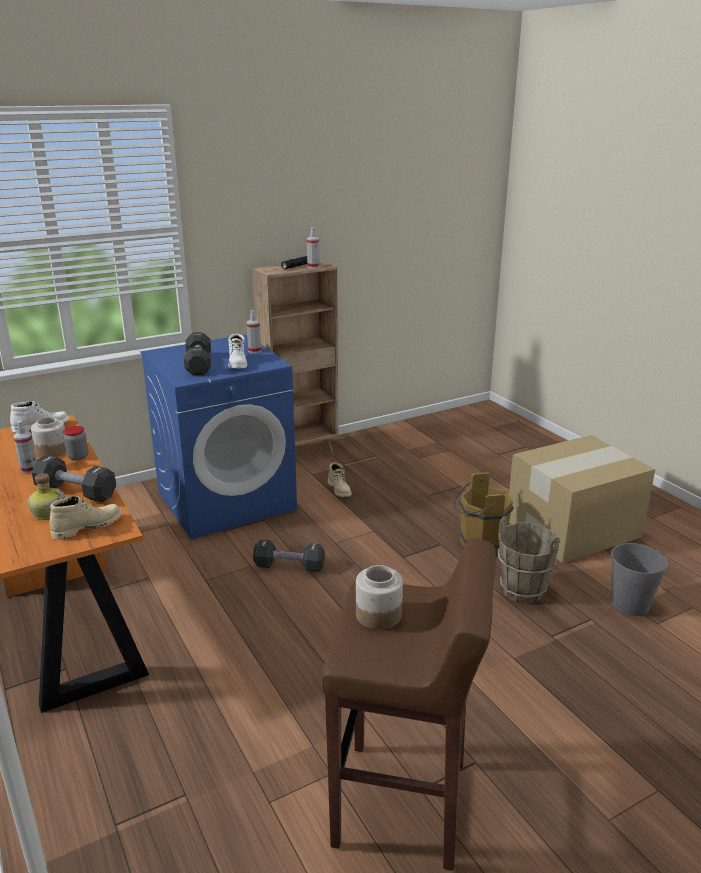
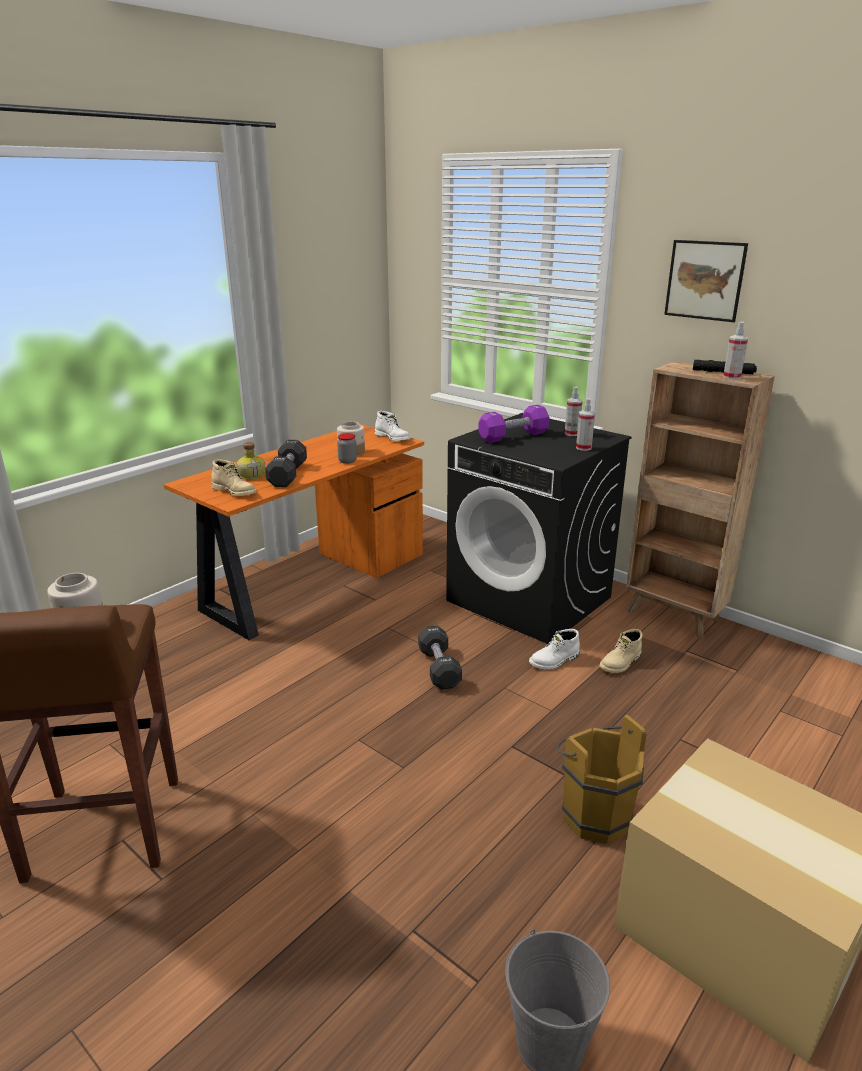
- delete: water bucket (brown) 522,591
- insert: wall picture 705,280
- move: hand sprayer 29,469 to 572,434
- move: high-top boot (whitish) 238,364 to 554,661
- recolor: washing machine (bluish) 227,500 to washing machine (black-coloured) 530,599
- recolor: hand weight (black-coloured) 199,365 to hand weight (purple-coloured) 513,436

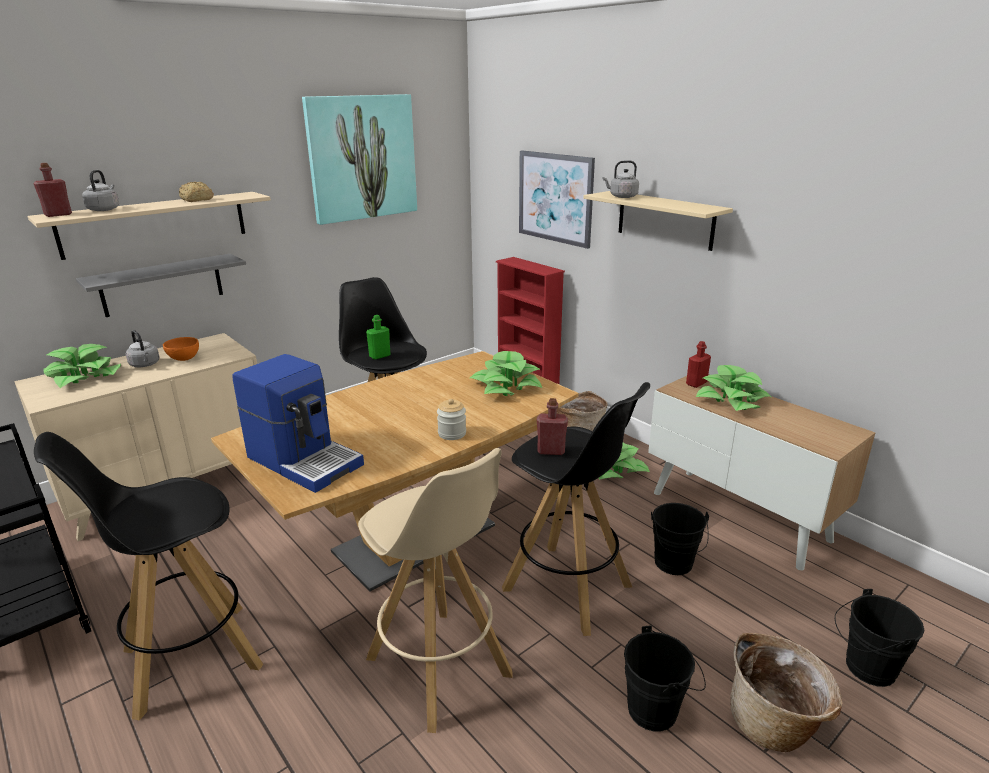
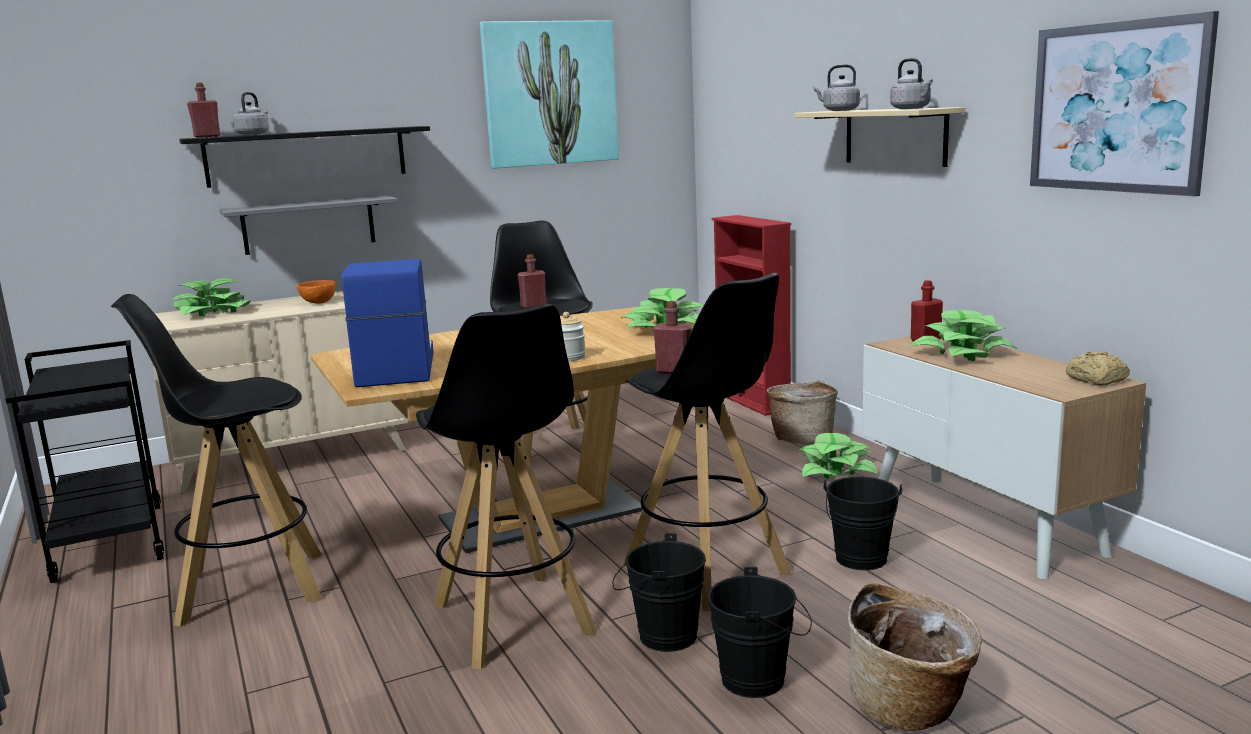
- move: tea kettle (gray) 145,365 to 911,108
- move: bread 196,200 to 1097,380
- move: wall picture 555,198 to 1117,107
- move: water bucket (black-coloured) 865,668 to 661,636
- recolor: bracket shelf (beige-coloured) 155,224 to bracket shelf (black-coloured) 307,156
- recolor: stool (beige-coloured) 439,667 to stool (black-coloured) 513,620
- recolor: beverage bottle (greenish) 379,356 to beverage bottle (red-coloured) 533,306
- rotate: coffee maker 305,460 = 394,369 150 degrees counterclockwise

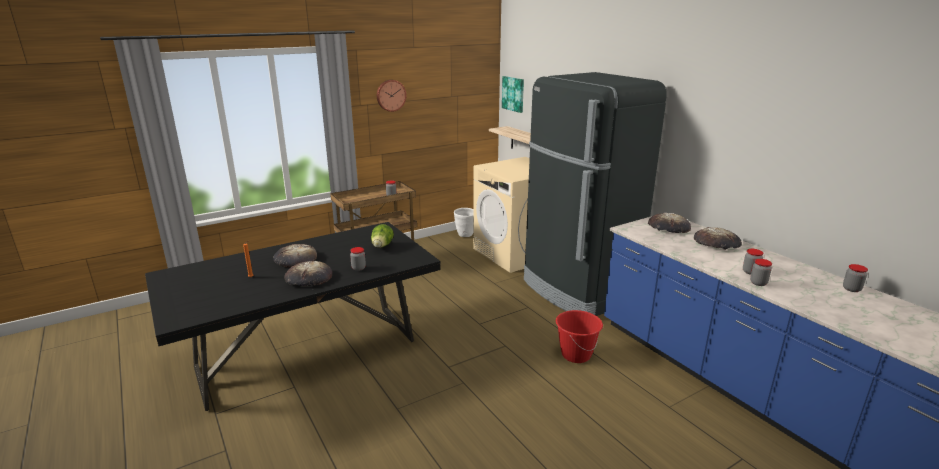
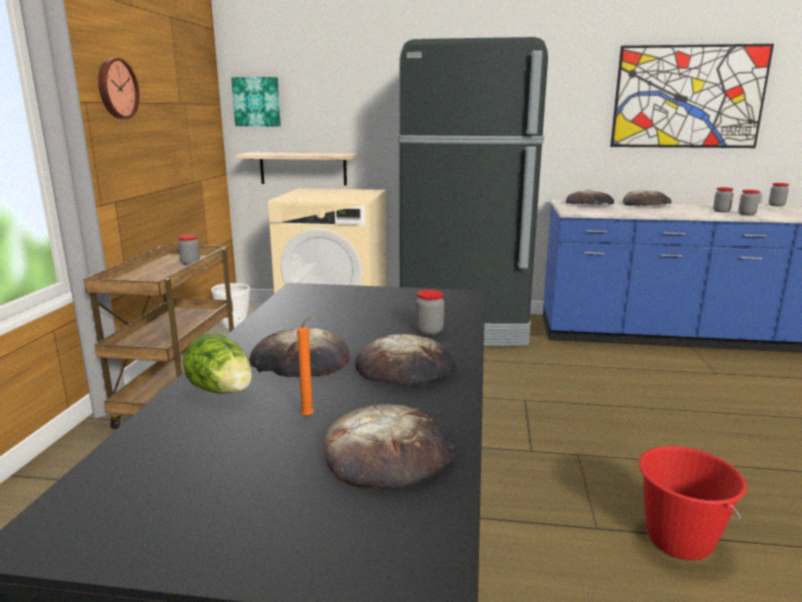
- insert: bread 389,453
- insert: wall picture 688,97
- move: lettuce 382,246 to 223,391
- move: water bucket (red-coloured) 576,355 to 678,540

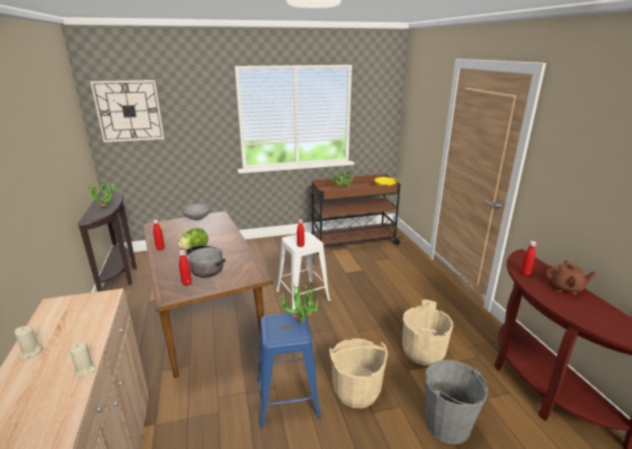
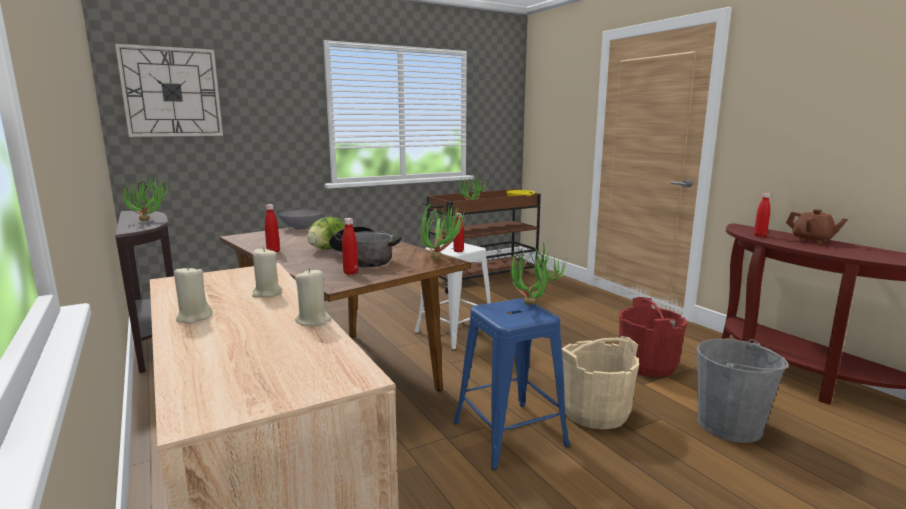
- insert: candle (beige-coloured) 267,293
- insert: potted plant 440,258
- recolor: water bucket (beige-coloured) 423,351 to water bucket (red-coloured) 647,365
- rotate: tea pot (brown) 565,288 = 812,241 45 degrees clockwise

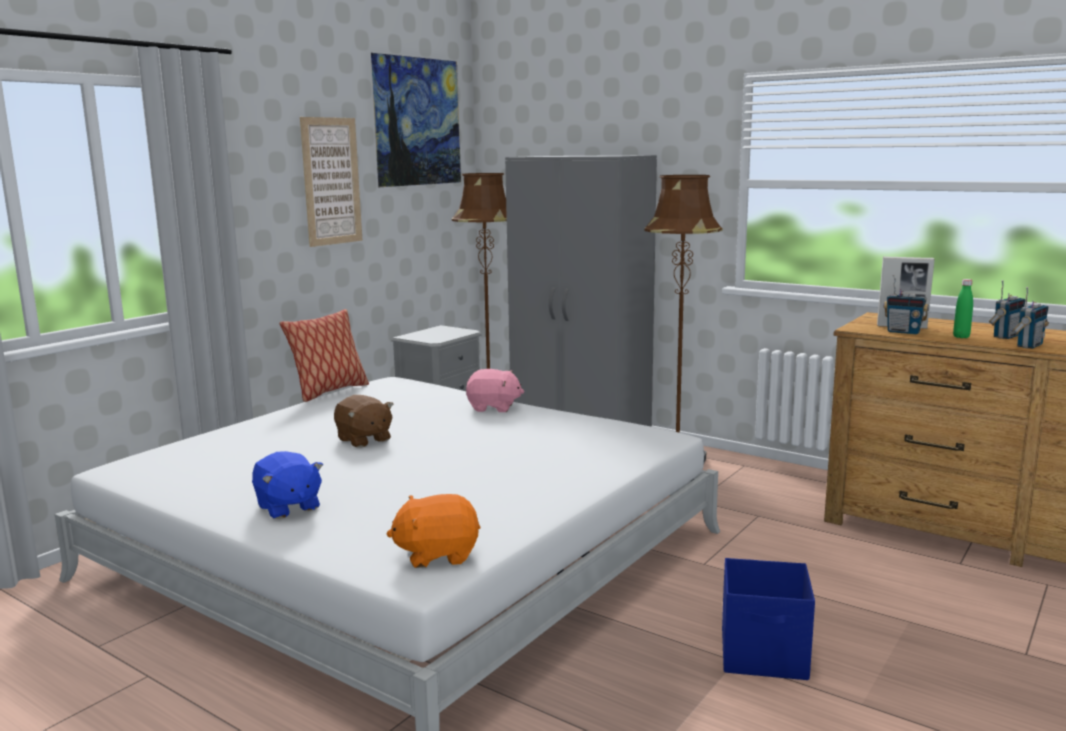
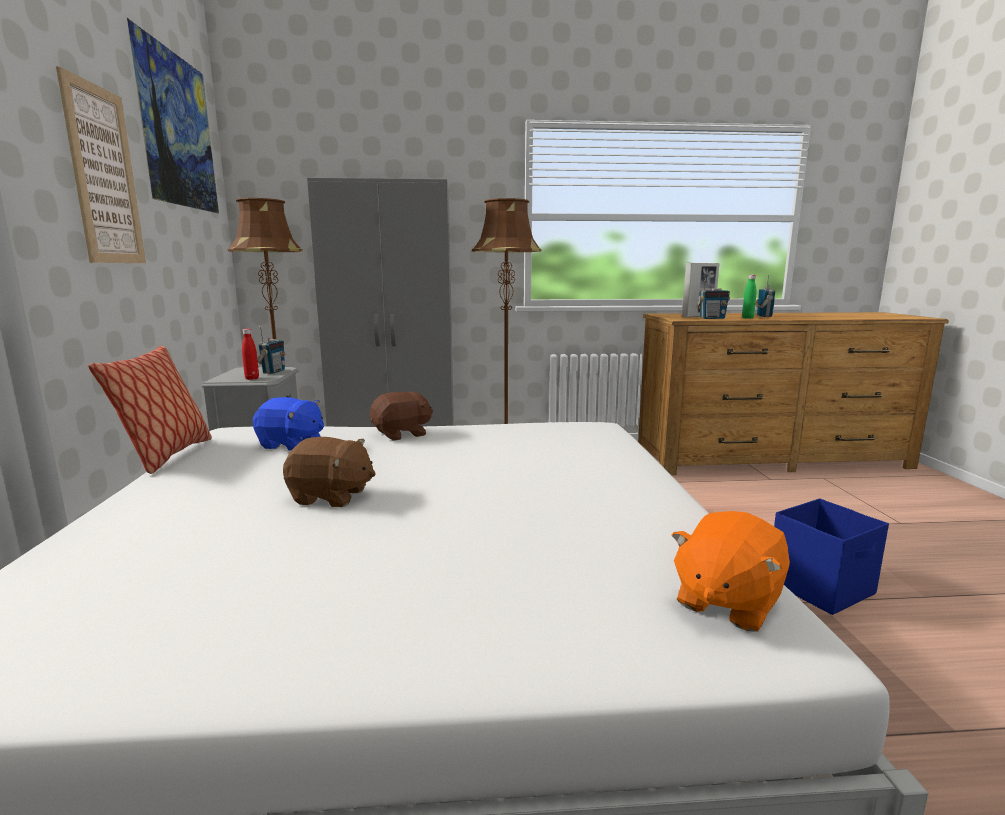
- insert: beverage bottle (red-coloured) 252,378
- move: cuddly toy (bluish) 288,507 to 291,444
- move: radio set 1028,345 to 273,372
- recolor: cuddly toy (pinkish) 493,408 to cuddly toy (brown) 402,434

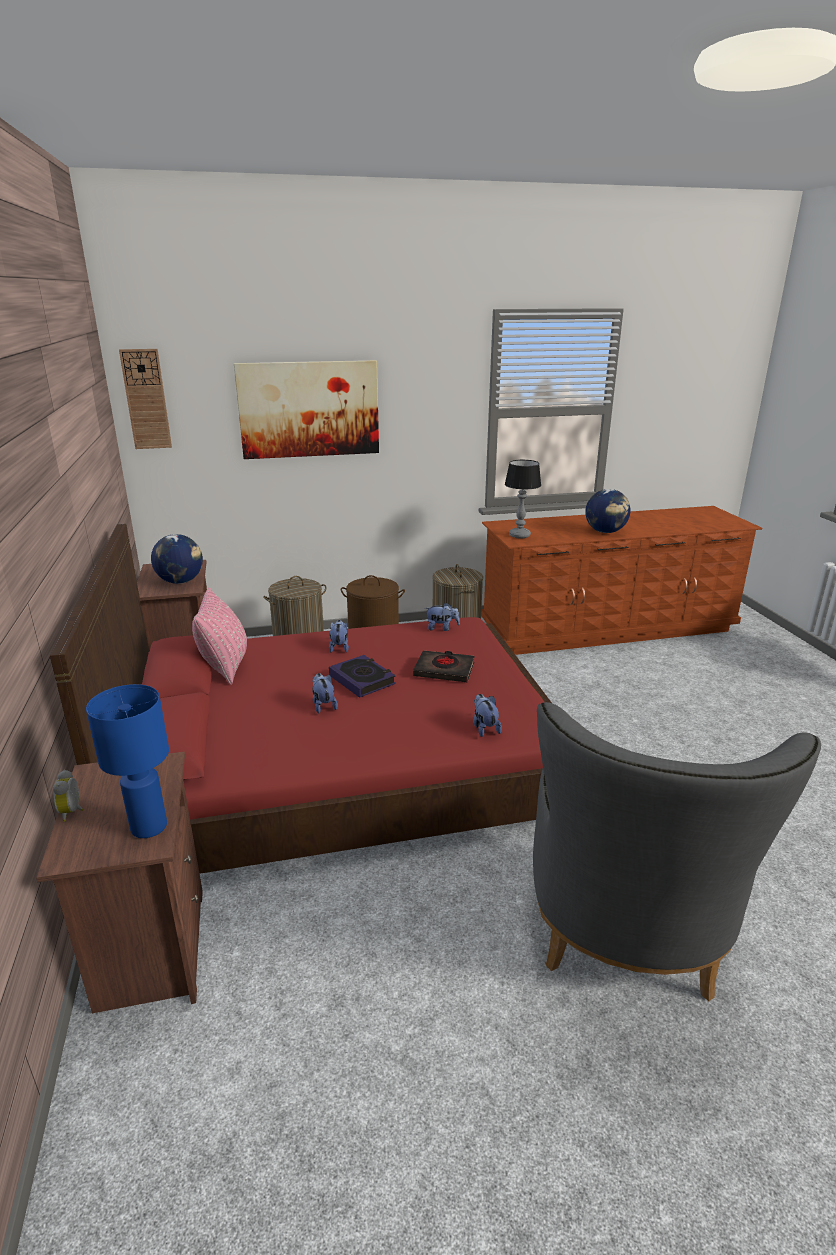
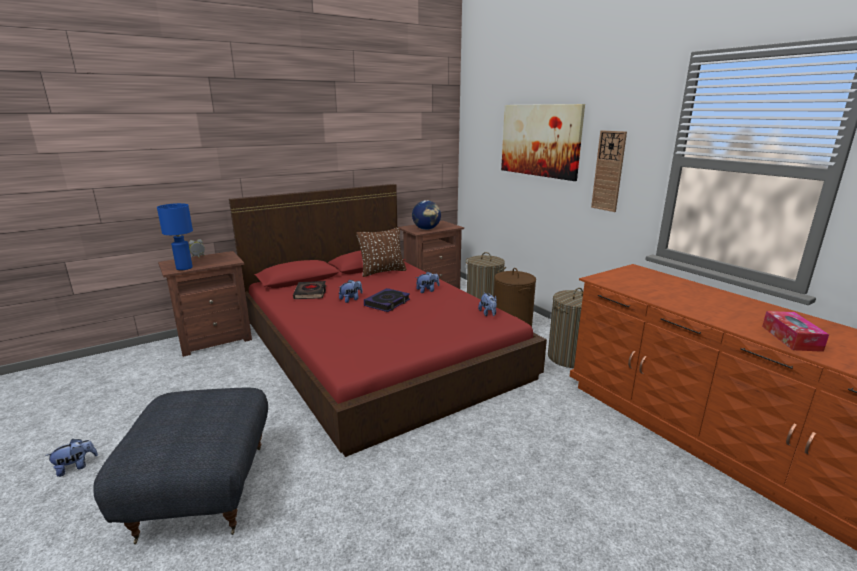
- delete: lamp for a table 520,535
- delete: desk globe 605,532
- insert: tissue box 791,338
- move: hanging clock 146,399 to 608,171
- move: bound book (black-coloured) 444,670 to 310,293
- move: cuddly toy 484,728 to 76,467
- replace: lounge chair (gray) 625,943 to pouffe (gray) 202,490
- recolor: cushion (pinkish) 225,666 to cushion (brown) 382,272

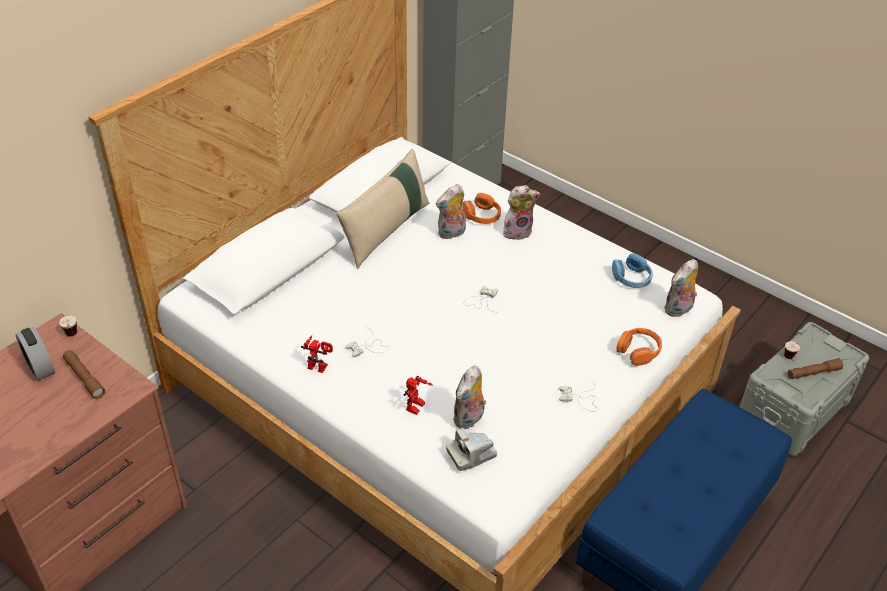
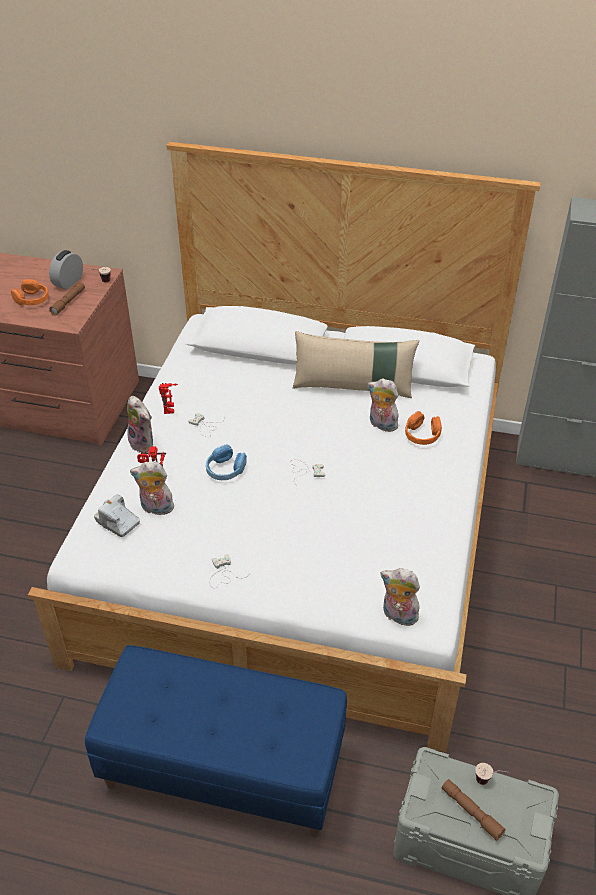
- move: cuddly toy 517,231 to 144,443
- move: pair of headphones (bluish) 631,278 to 225,470
- move: pair of headphones (orange-coloured) 638,351 to 32,300

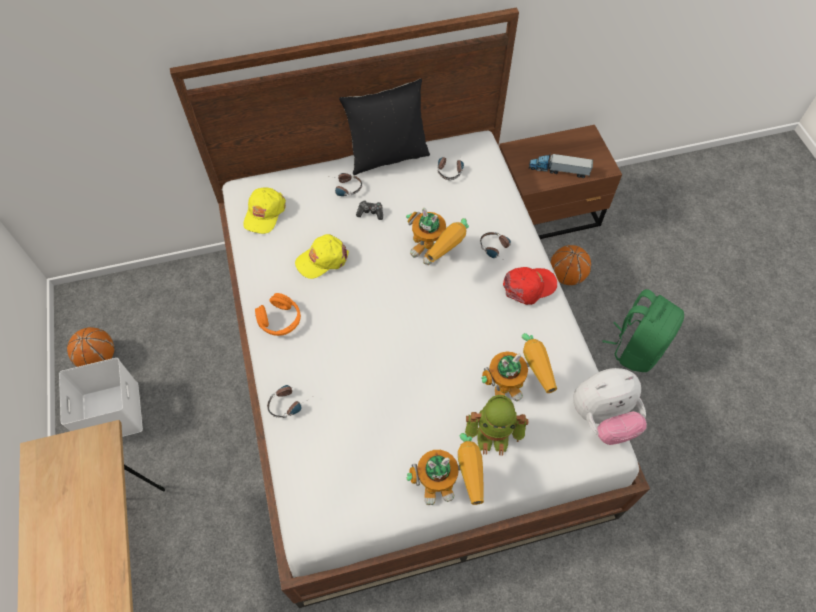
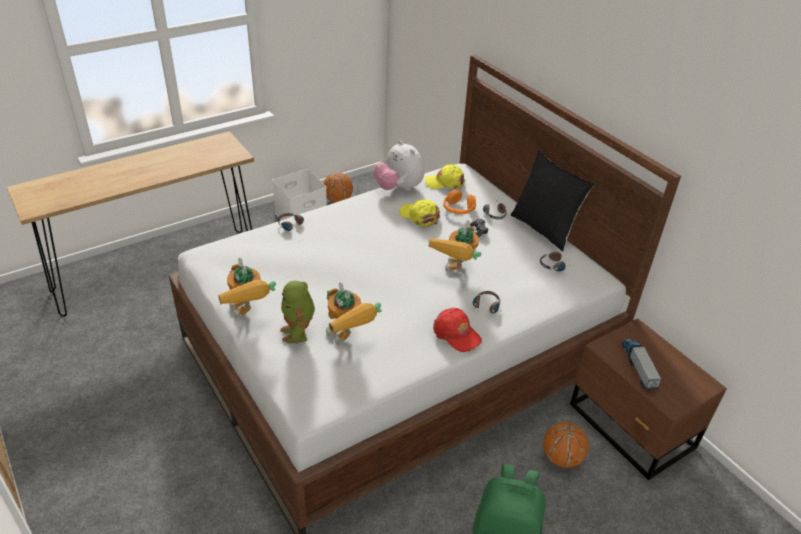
- move: pair of headphones (orange-coloured) 280,320 to 458,209
- move: cuddly toy 602,417 to 398,188

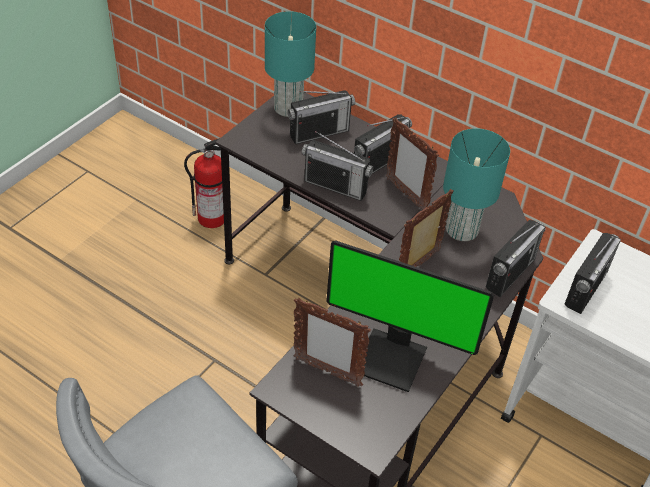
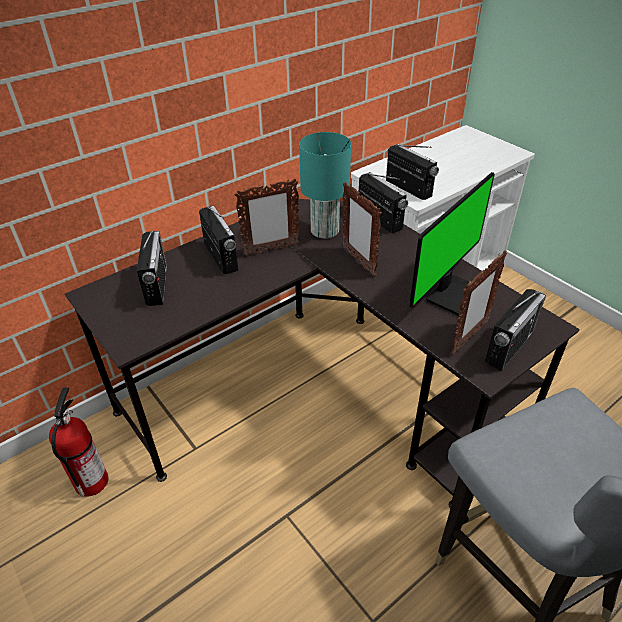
- delete: lamp for a table (turquoise) 289,107
- move: radio set 335,186 to 509,347

